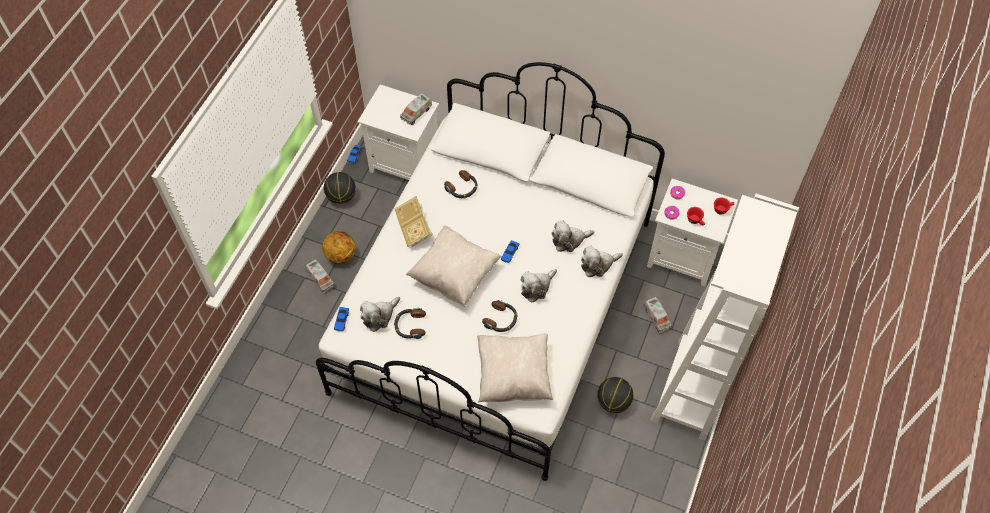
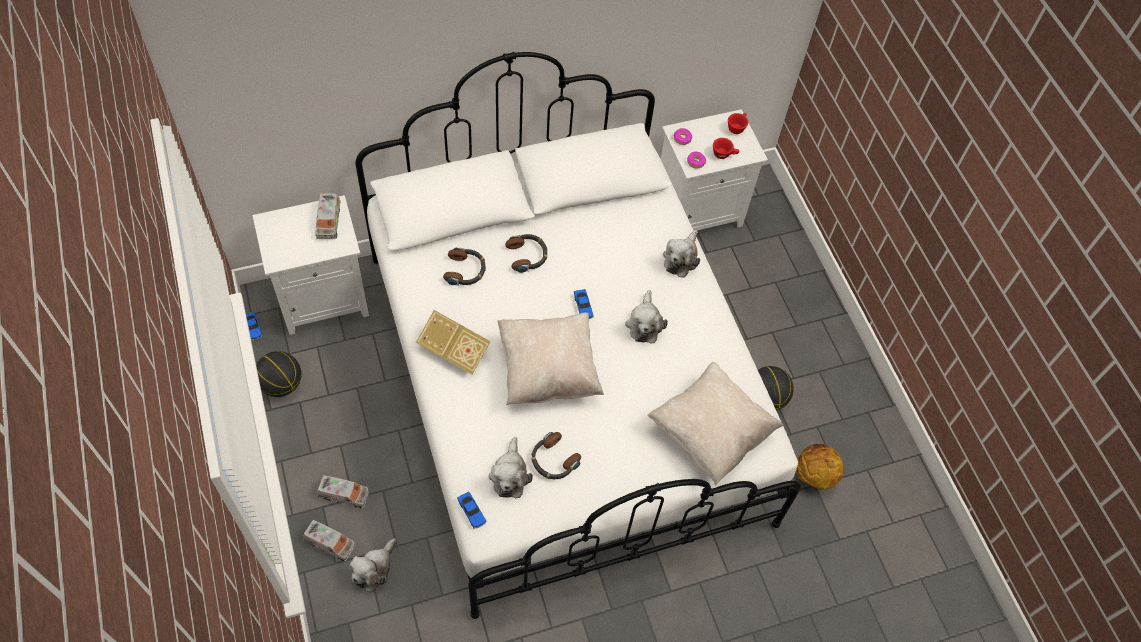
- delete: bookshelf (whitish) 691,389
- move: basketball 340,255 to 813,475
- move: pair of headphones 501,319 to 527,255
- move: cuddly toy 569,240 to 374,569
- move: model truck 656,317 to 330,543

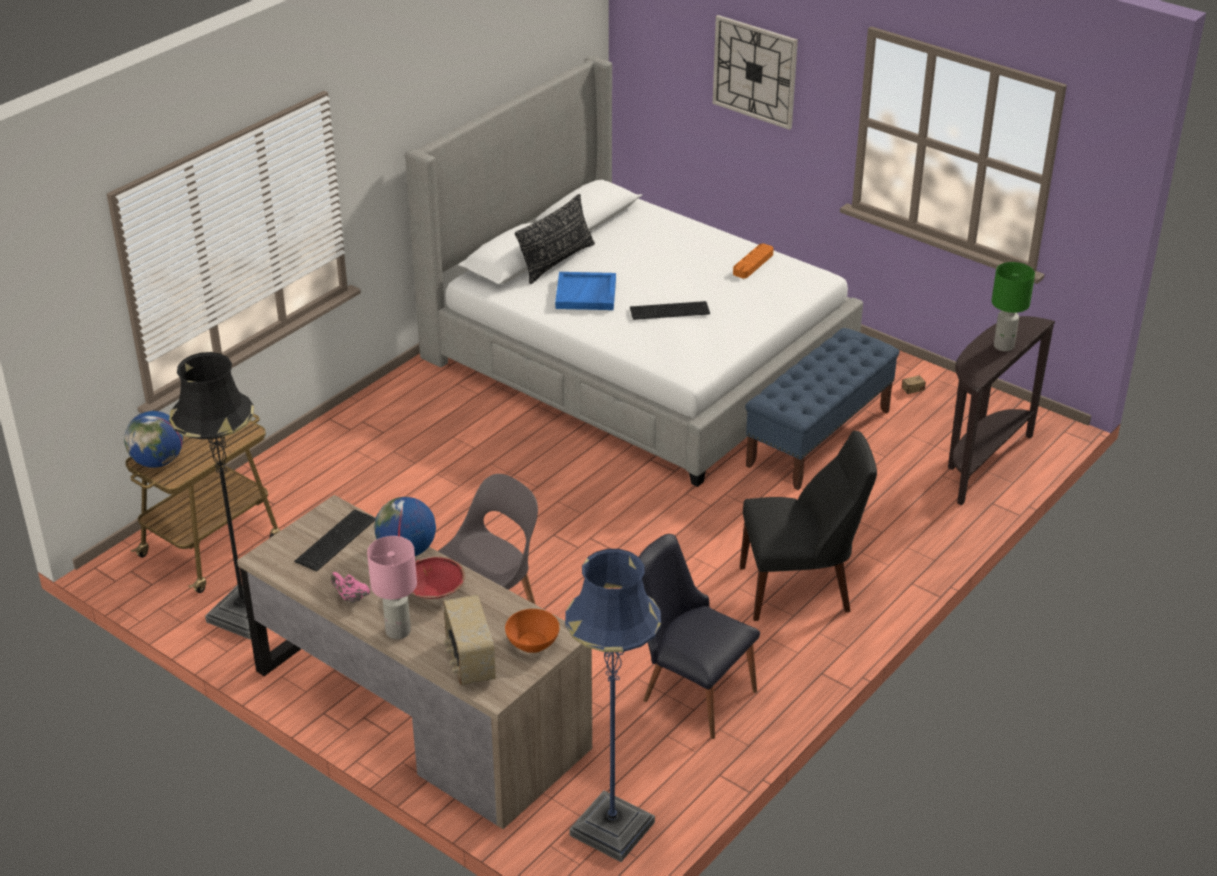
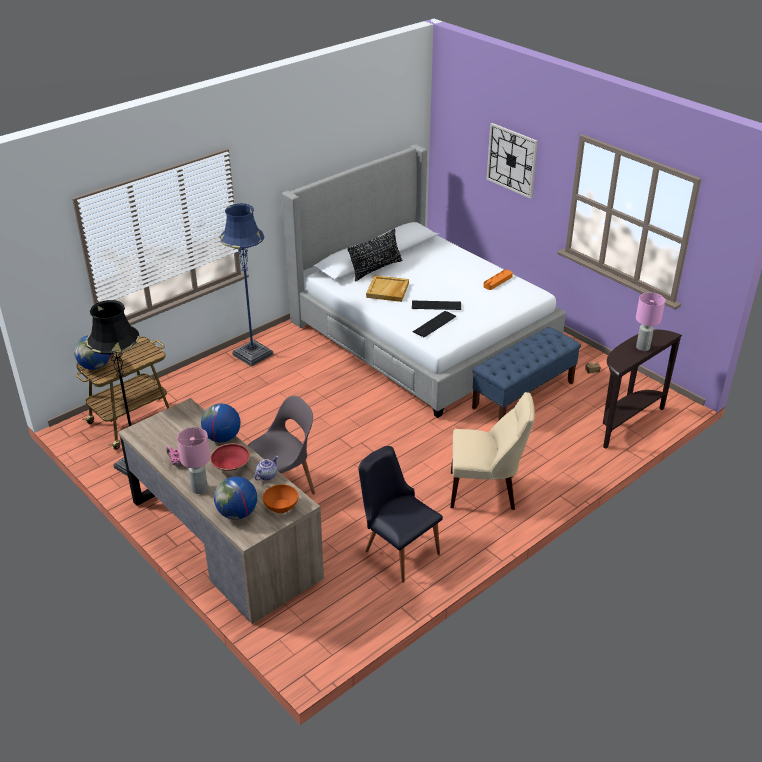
- insert: tea pot 266,475
- move: keyboard 333,540 to 433,324
- move: standard lamp (bluish) 612,828 to 252,354
- replace: radio set 469,661 to desk globe 237,513
- recolor: tray (bluish) 586,294 to tray (beige-coloured) 388,290
- recolor: plain chair (black-coloured) 800,589 to plain chair (beige-coloured) 486,491
- recolor: lamp for a table (greenish) 1004,346 to lamp for a table (pinkish) 643,347

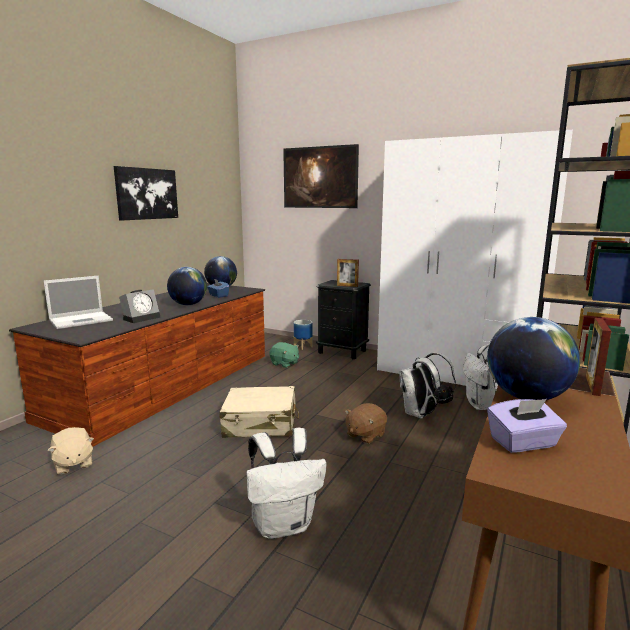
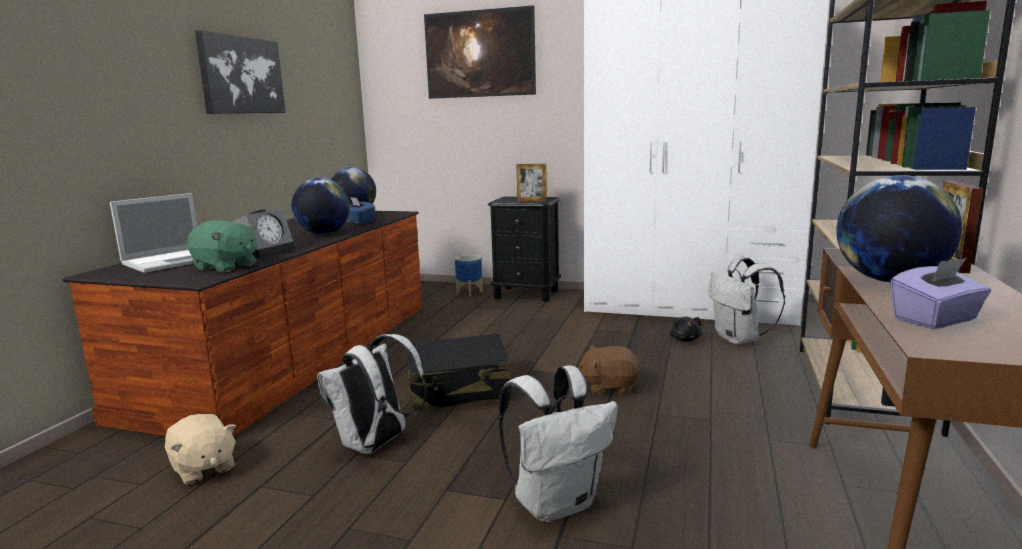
- move: cuddly toy (greenish) 284,364 to 226,267
- move: knapsack (whitish) 421,414 to 375,445
- recolor: travel case (beige-coloured) 260,424 to travel case (black-coloured) 460,389
- rotate: cuddly toy (brown) 365,435 = 609,387 60 degrees clockwise

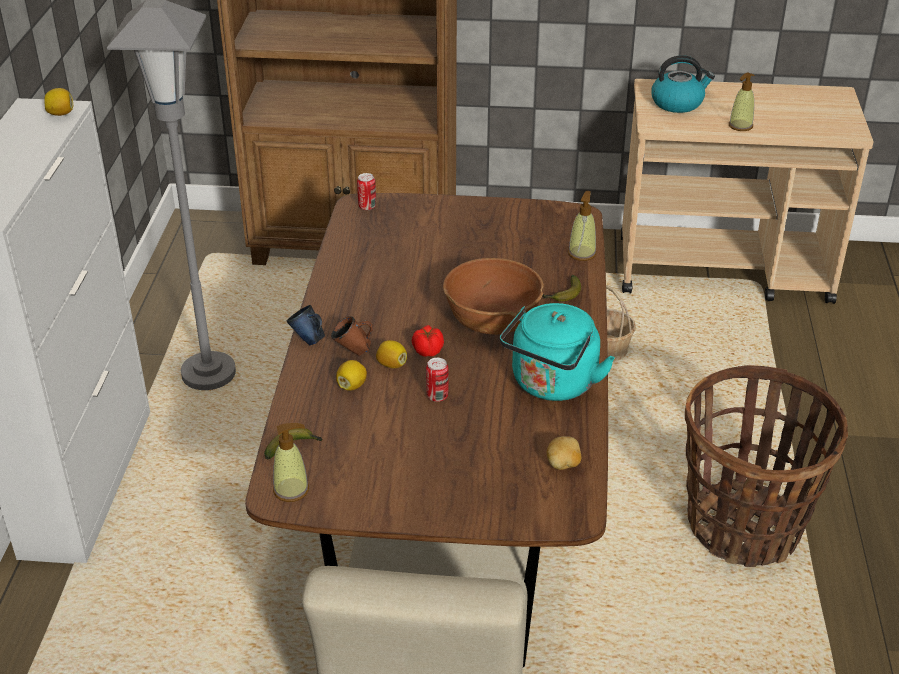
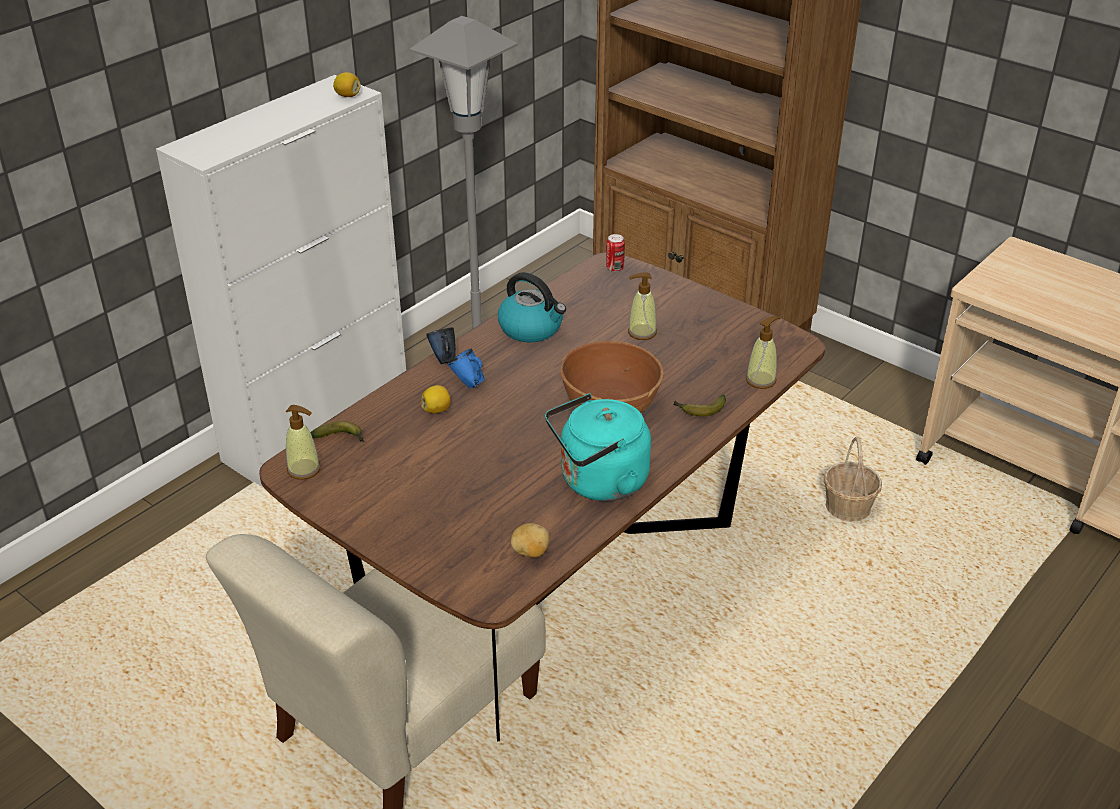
- delete: citrus fruit 391,364
- delete: whole tomato 427,351
- delete: sealed can 437,396
- delete: basket 744,527
- move: tea kettle 678,103 to 532,328
- move: liquid soap bottle 740,126 to 641,332
- recolor: tea mug (brown) 353,352 to tea mug (bluish) 468,384

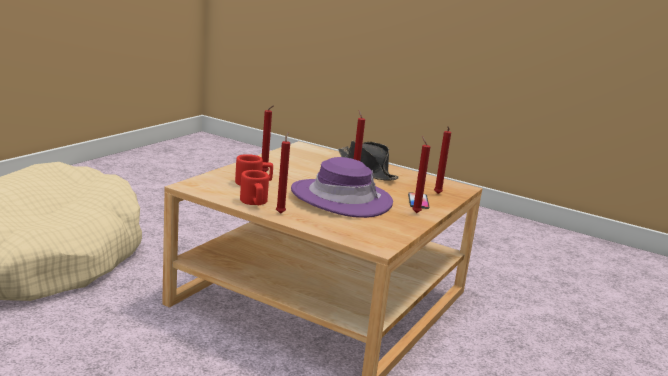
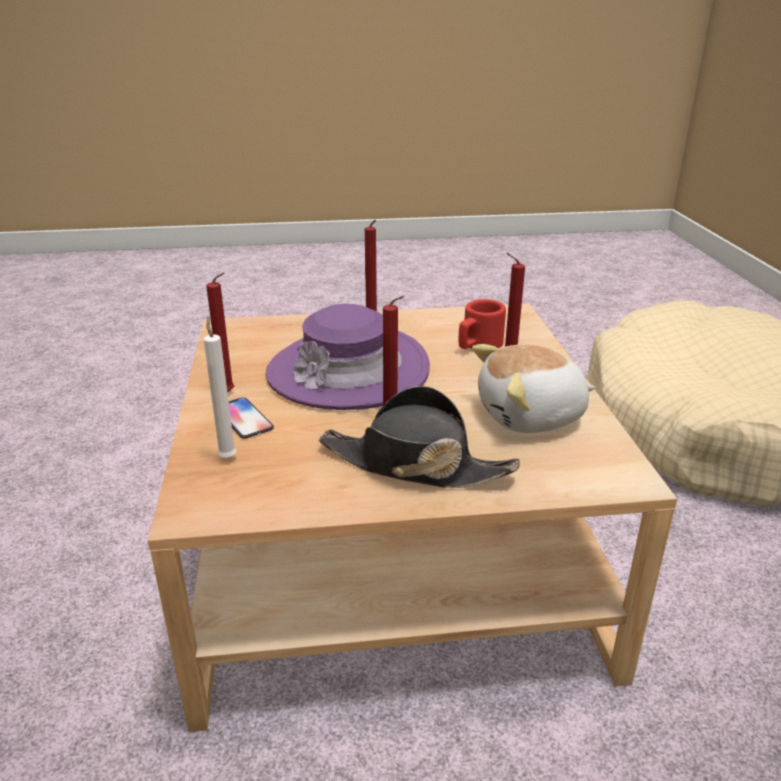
- delete: tea mug (red-coloured) 254,202
- insert: cuddly toy 531,416
- recolor: candle (red-coloured) 437,194 to candle (whitish) 227,457

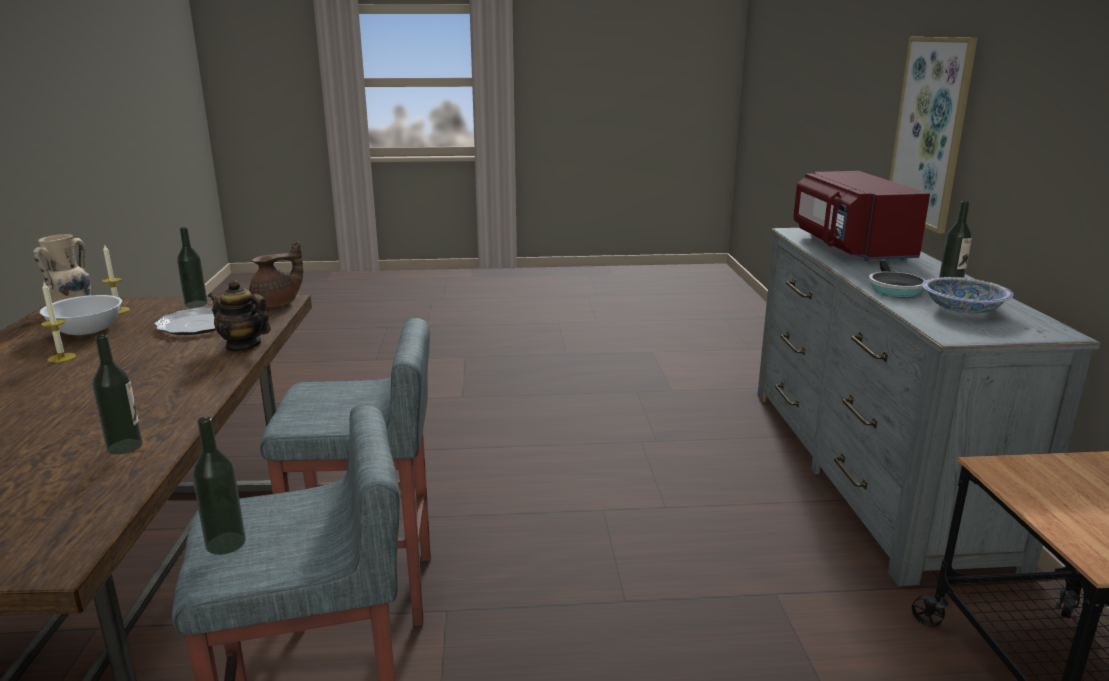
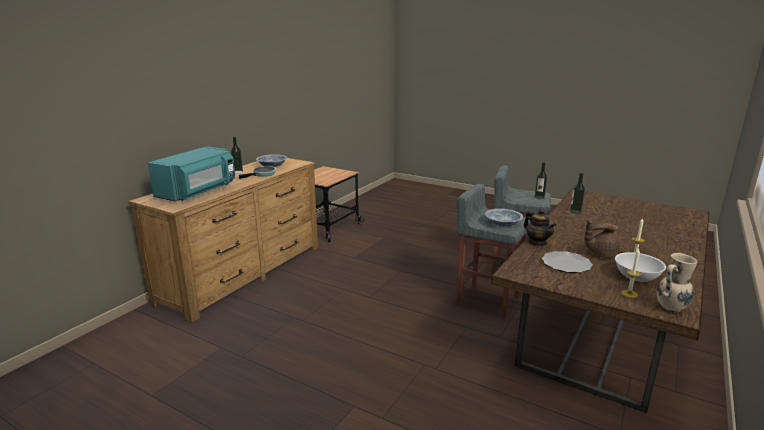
- delete: beverage bottle 196,304
- delete: wall picture 930,132
- insert: deep dish 503,224
- move: tea pot (brown) 277,304 to 600,254
- recolor: chest of drawers (gray) 867,469 to chest of drawers (brown) 243,273
- recolor: microwave (red-coloured) 849,247 to microwave (turquoise) 198,192

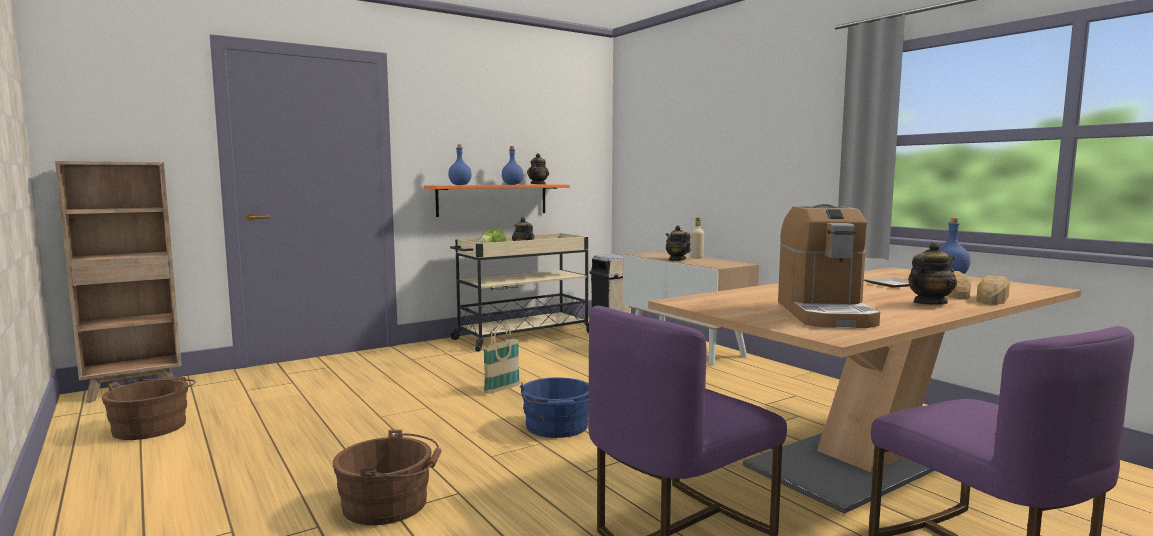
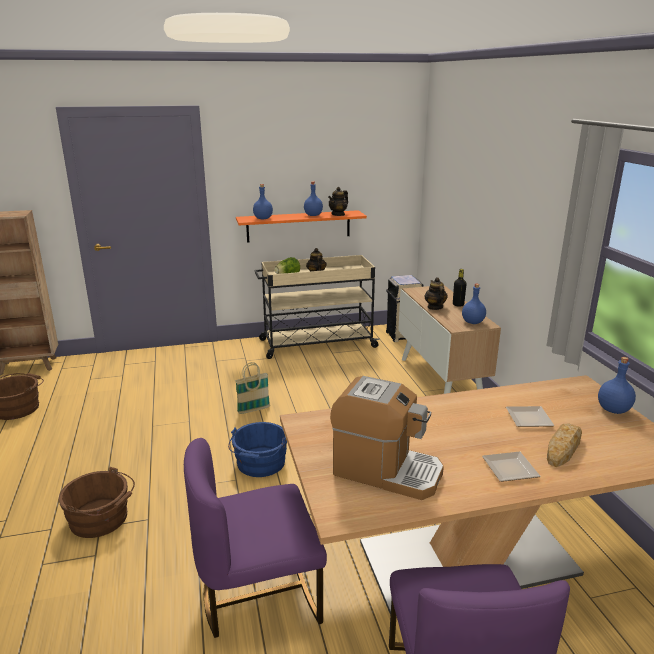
- delete: bread 992,298
- insert: beverage bottle (bluish) 473,322
- replace: tea pot 929,303 to flat dish 507,468
- recolor: beverage bottle (beige-coloured) 697,257 to beverage bottle (black-coloured) 458,305
- rotate: coffee maker 825,313 = 386,471 90 degrees counterclockwise

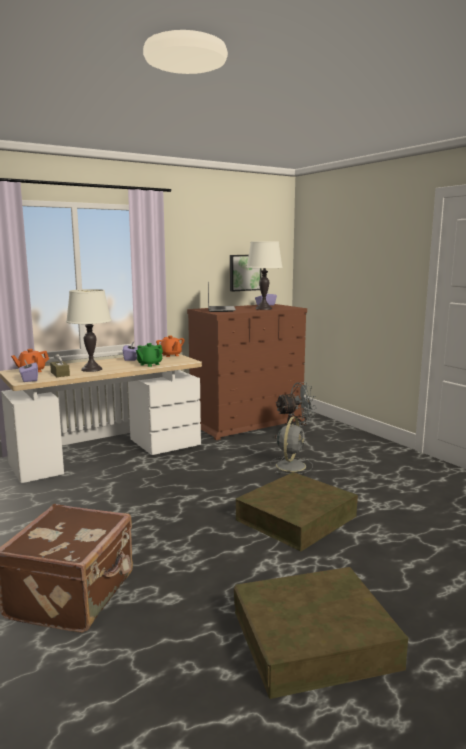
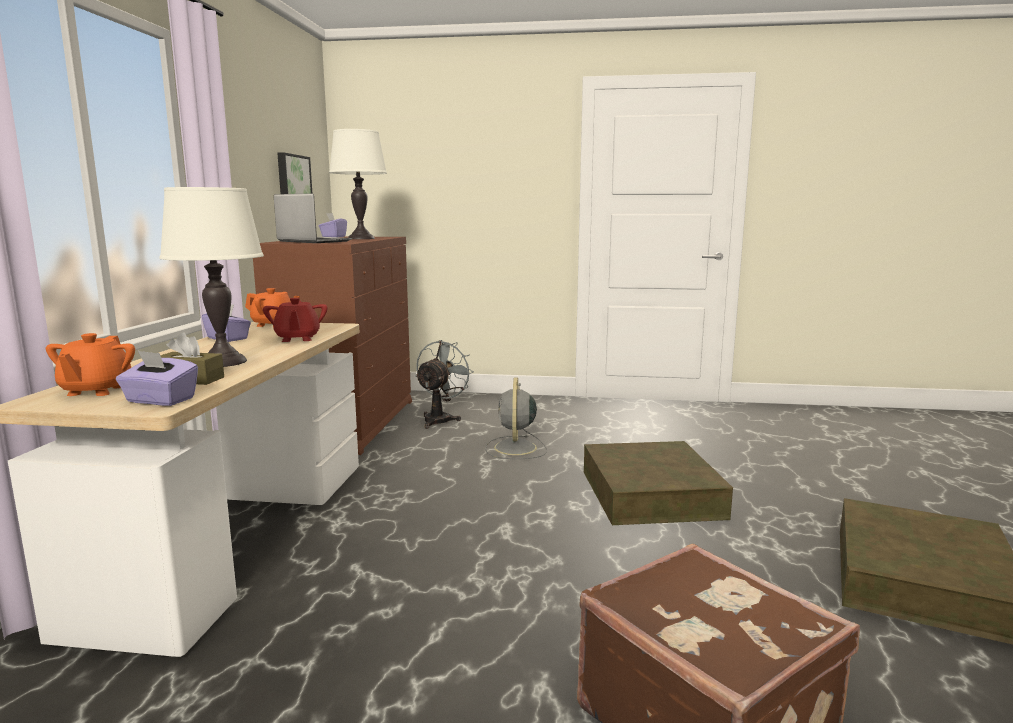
- recolor: tea pot (greenish) 149,364 to tea pot (red-coloured) 297,339
- rotate: fan (gray) 291,465 = 515,448 150 degrees counterclockwise

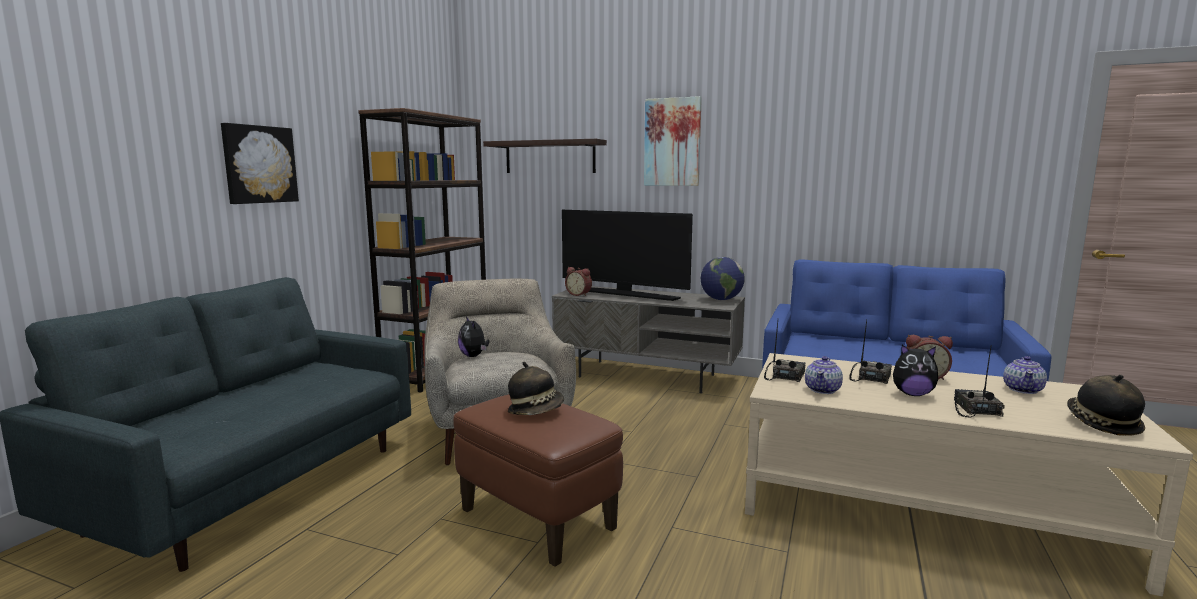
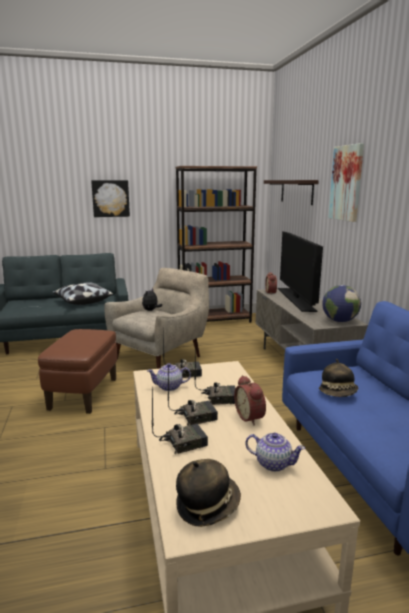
- insert: cushion 82,301
- move: hat 536,410 to 338,393
- replace: cuddly toy 912,394 to radio set 196,416
- rotate: tea pot 1023,389 = 273,463 150 degrees counterclockwise

